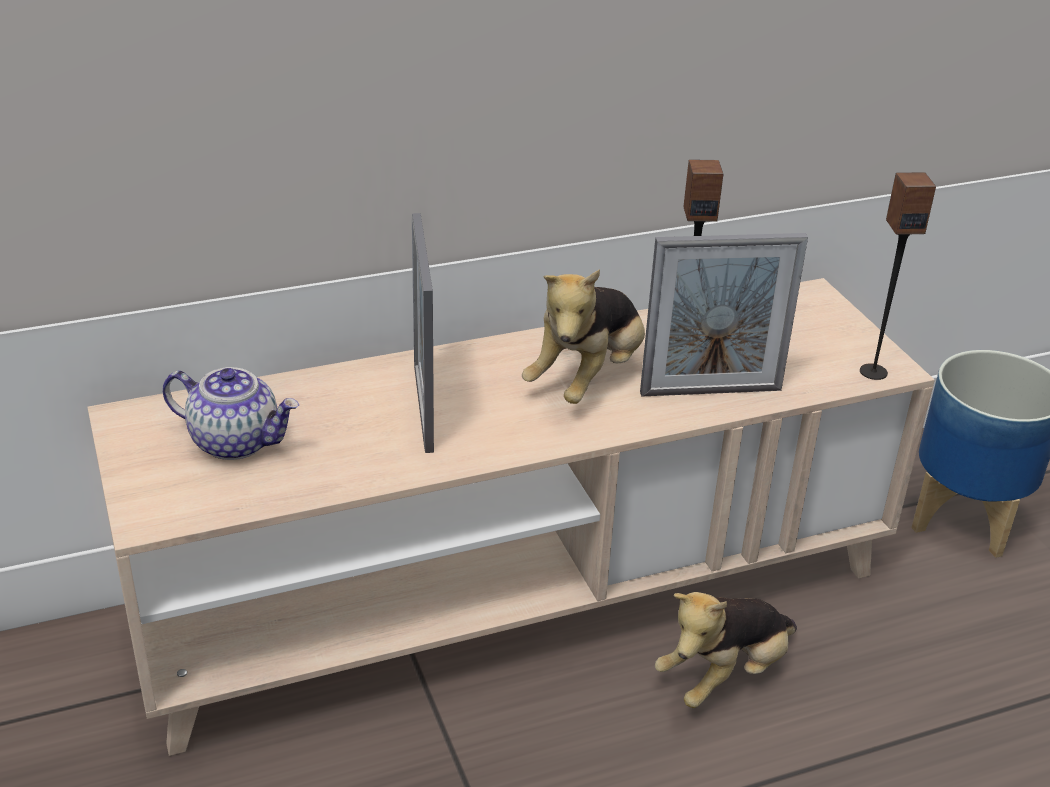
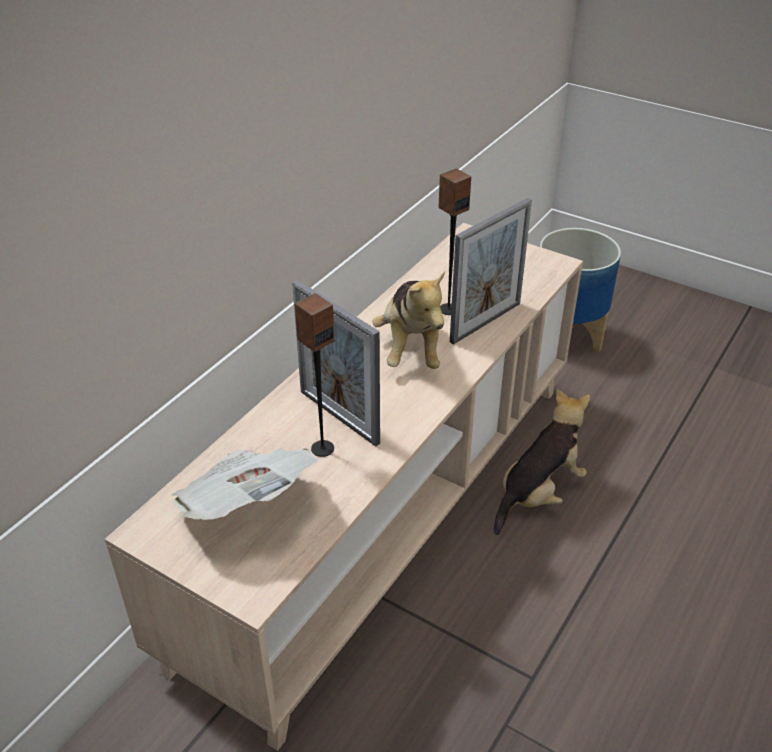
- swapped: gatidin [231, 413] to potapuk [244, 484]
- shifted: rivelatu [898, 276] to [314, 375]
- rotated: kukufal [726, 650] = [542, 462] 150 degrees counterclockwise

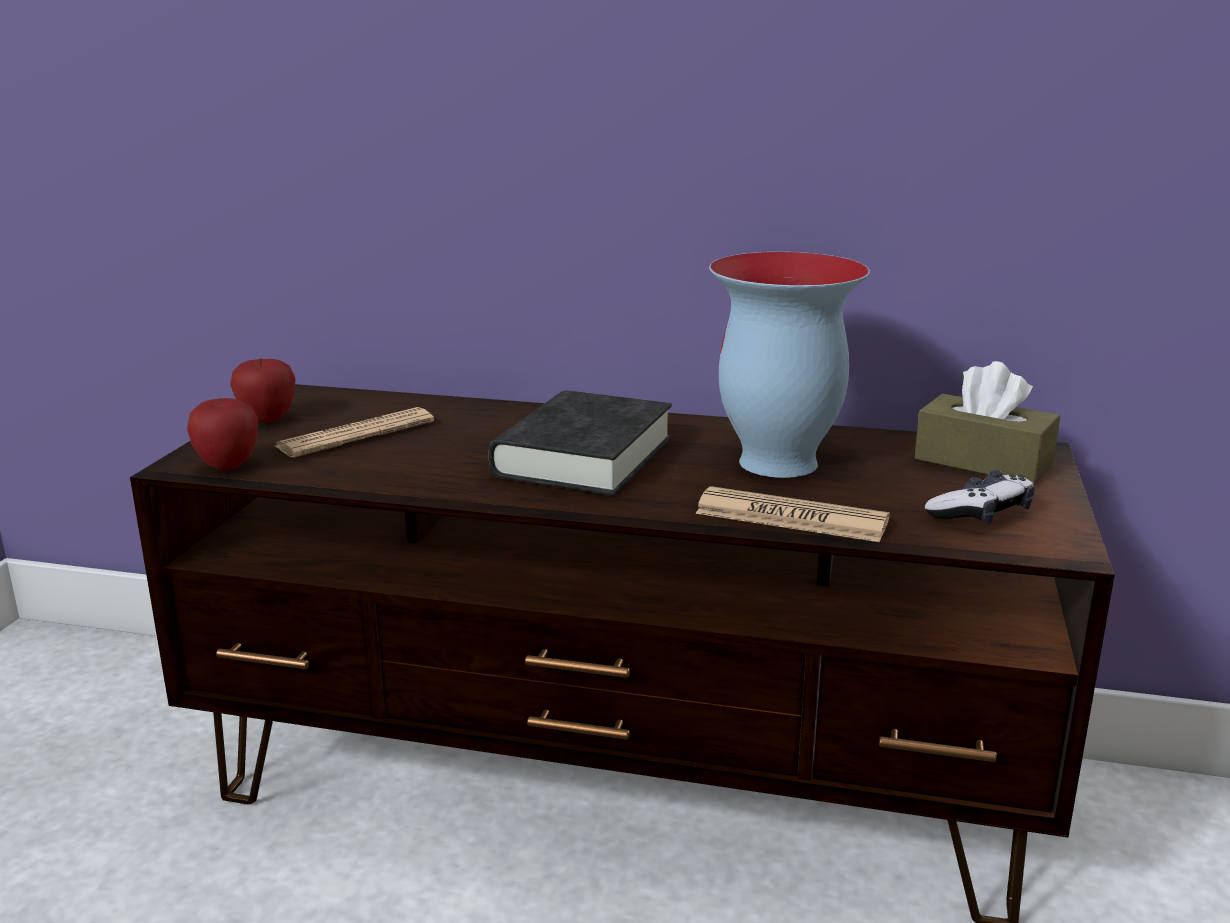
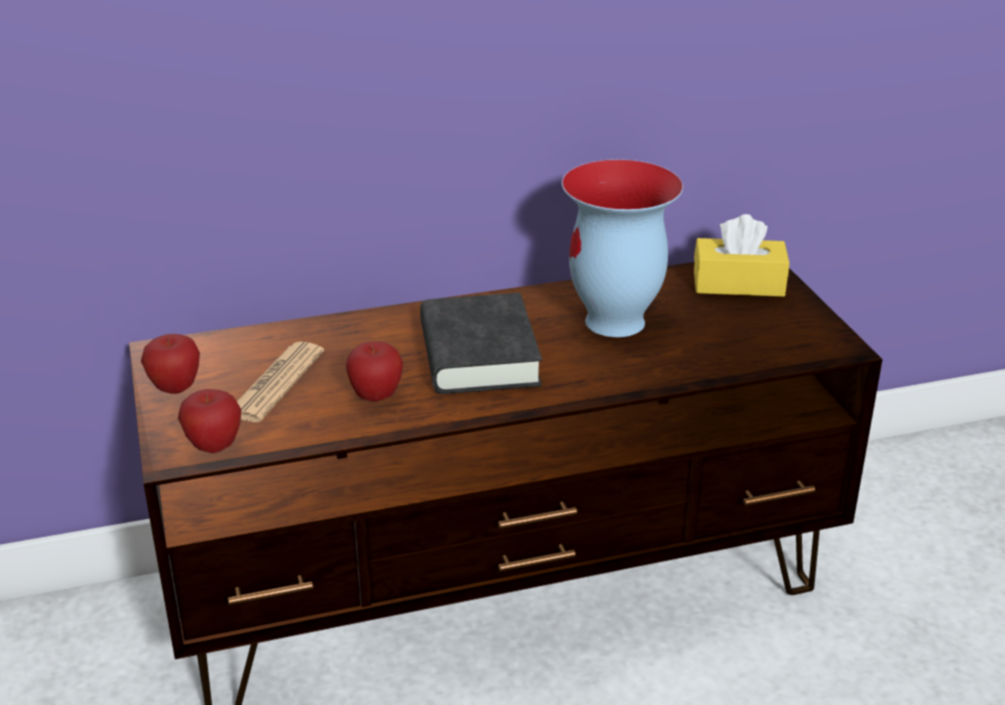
- new: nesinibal [374, 371]
- repainted: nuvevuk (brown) [987, 422] to nuvevuk (yellow) [741, 255]
- gone: potapuk [792, 514]
- gone: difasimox [980, 497]

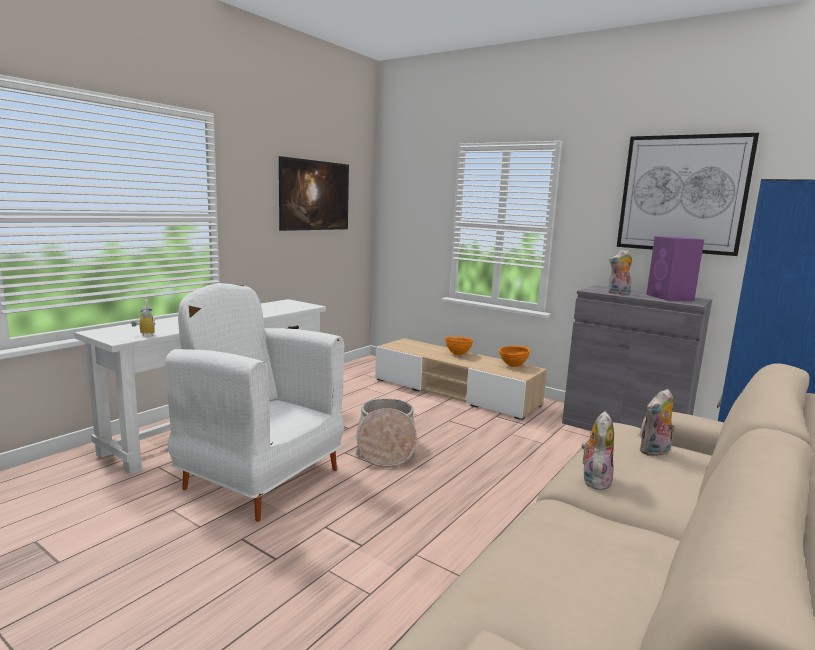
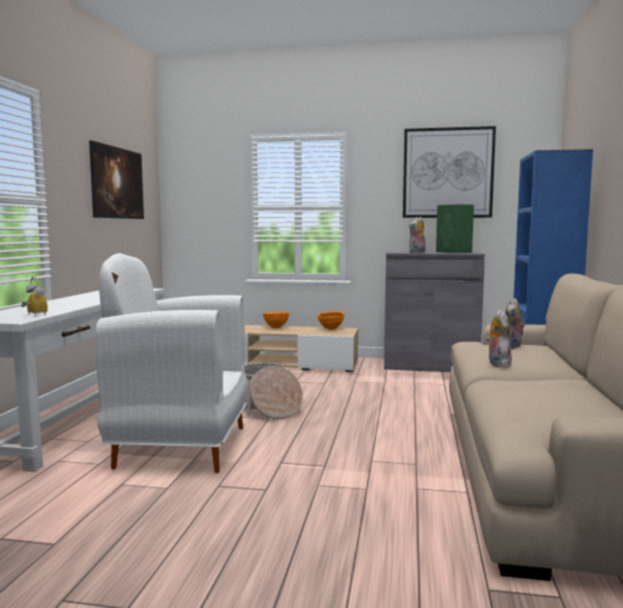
- repainted: rivelatu (purple) [675, 268] to rivelatu (green) [455, 228]

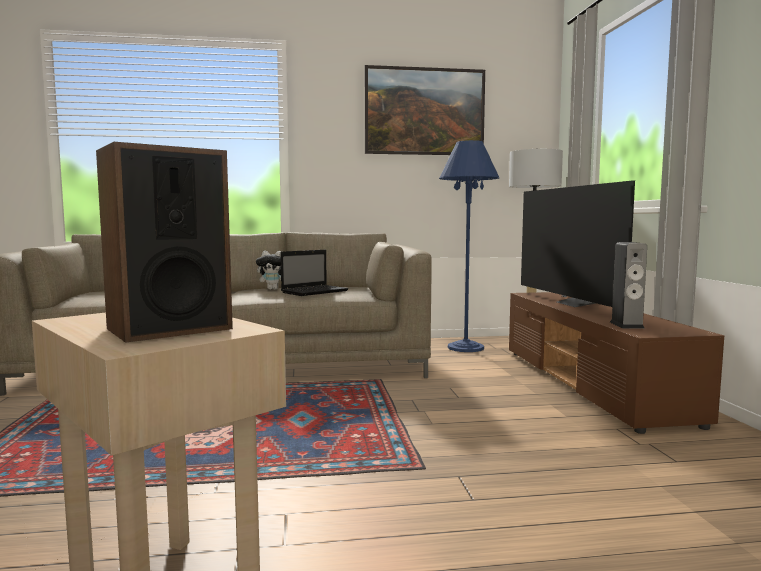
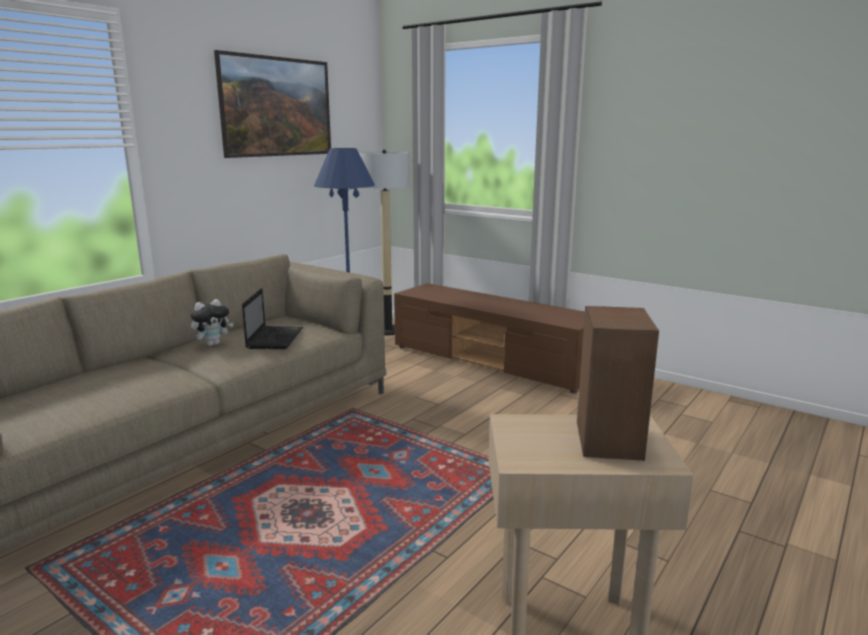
- gone: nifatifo [578, 243]
- gone: rivelatu [628, 285]

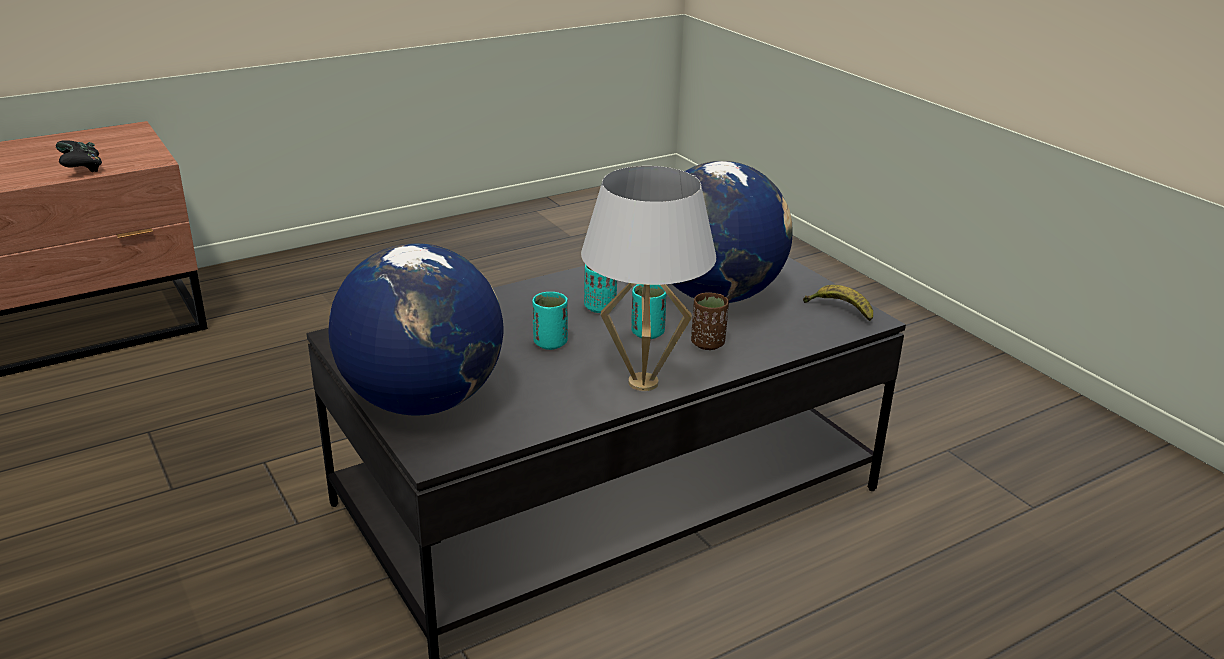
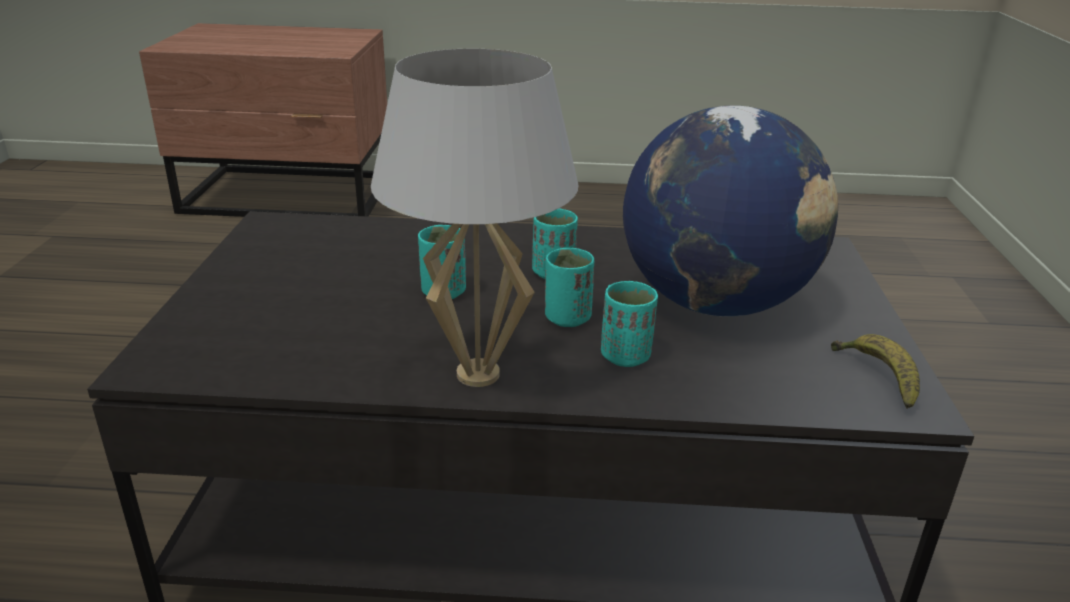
- repainted: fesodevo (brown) [710, 321] to fesodevo (turquoise) [629, 323]
- gone: difasimox (black) [79, 156]
- gone: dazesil [416, 329]

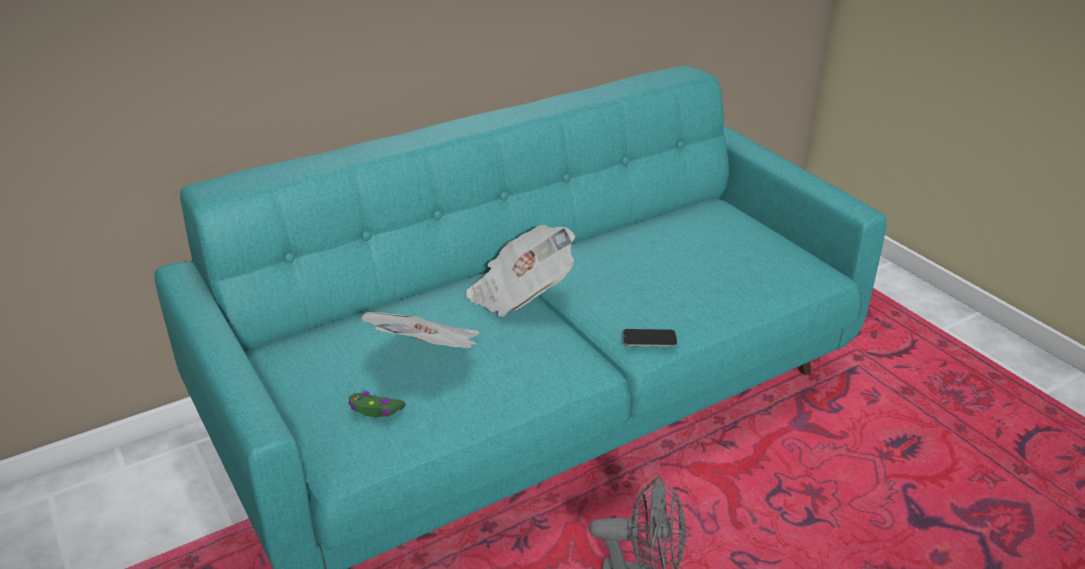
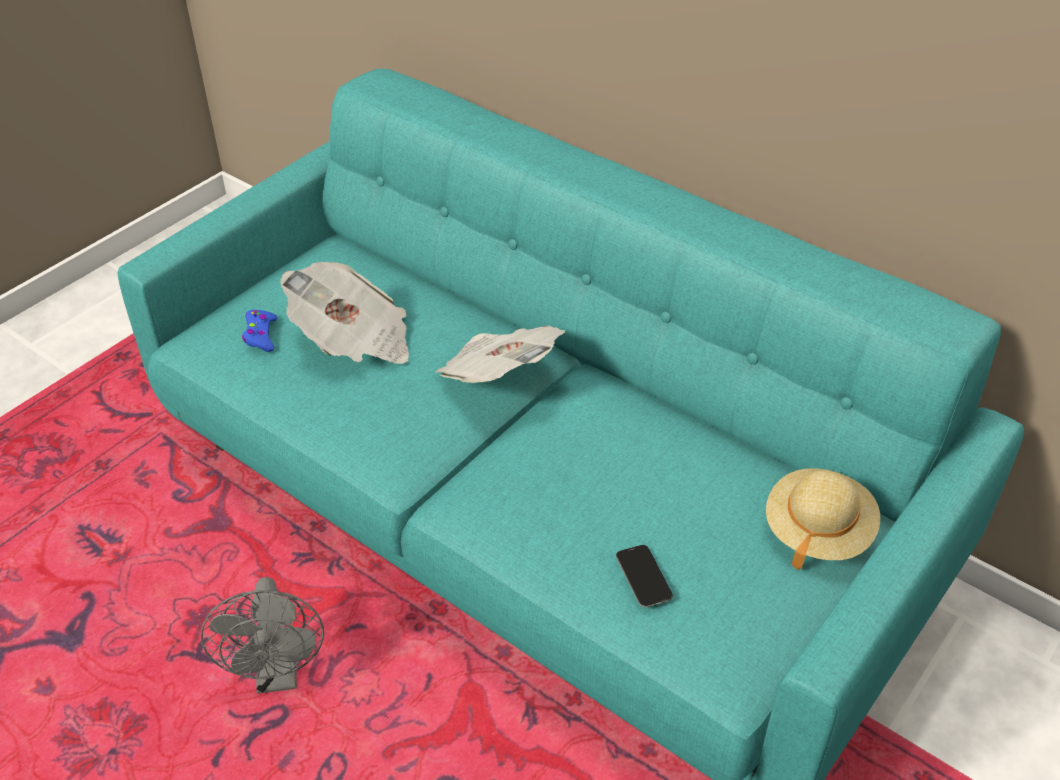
- repainted: difasimox (green) [377, 405] to difasimox (blue) [260, 331]
- shifted: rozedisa [650, 338] to [644, 576]
- new: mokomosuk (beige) [823, 519]

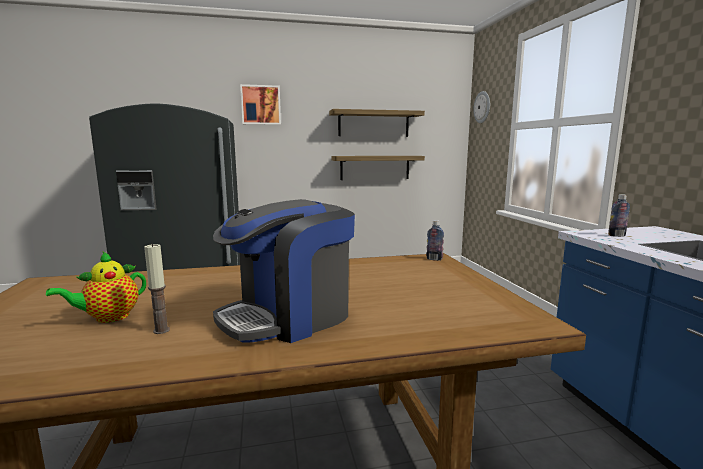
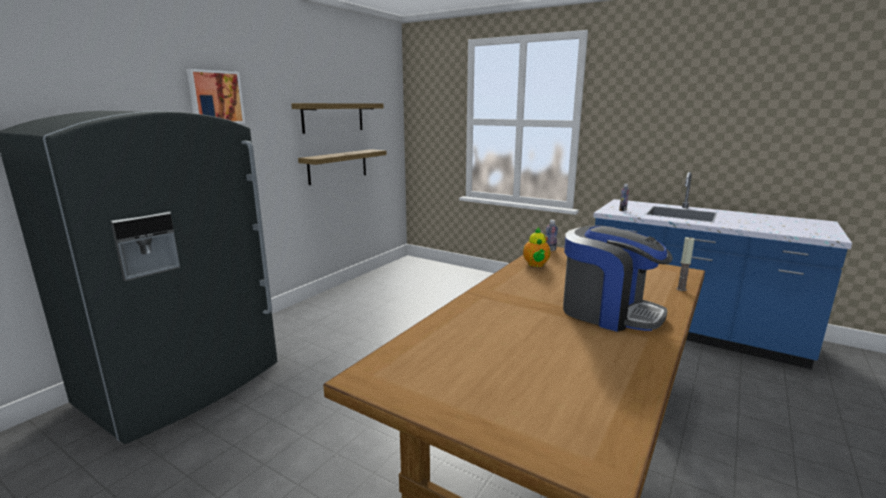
- shifted: gatidin [96, 287] to [537, 247]
- rotated: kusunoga [284, 271] = [618, 278] 60 degrees counterclockwise
- shifted: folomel [157, 288] to [685, 264]
- gone: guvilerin [481, 107]

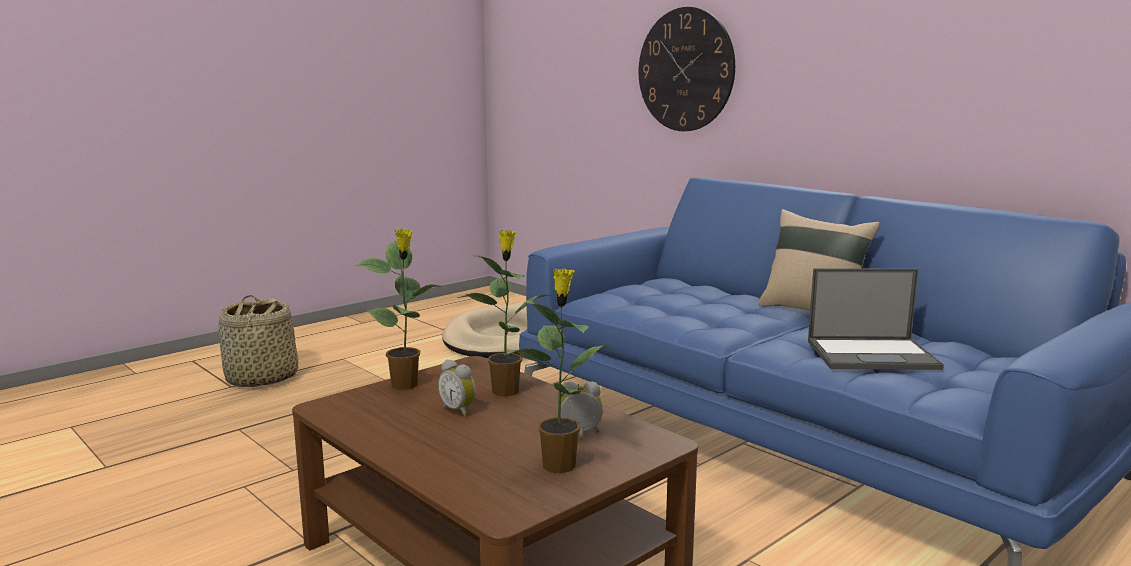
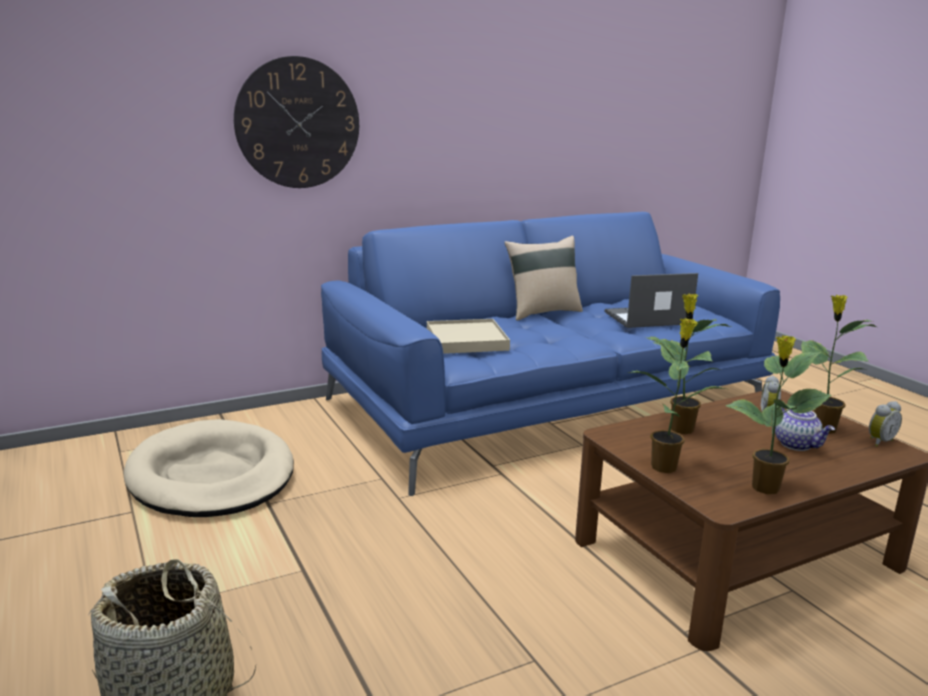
- new: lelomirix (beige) [468, 336]
- rotated: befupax [876, 319] = [651, 300] 120 degrees counterclockwise
- new: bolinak [778, 414]
- new: gatidin [804, 427]
- shifted: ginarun [457, 388] to [885, 424]

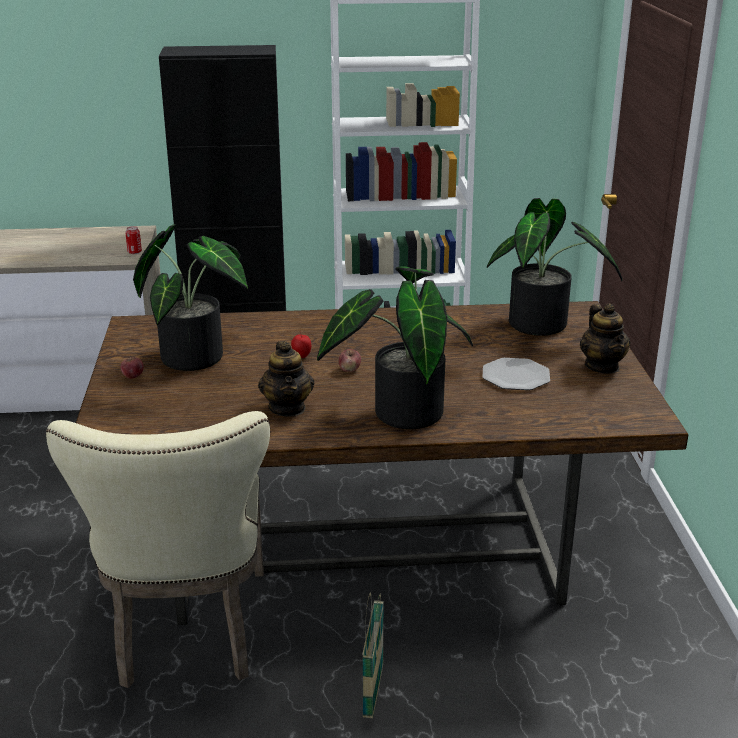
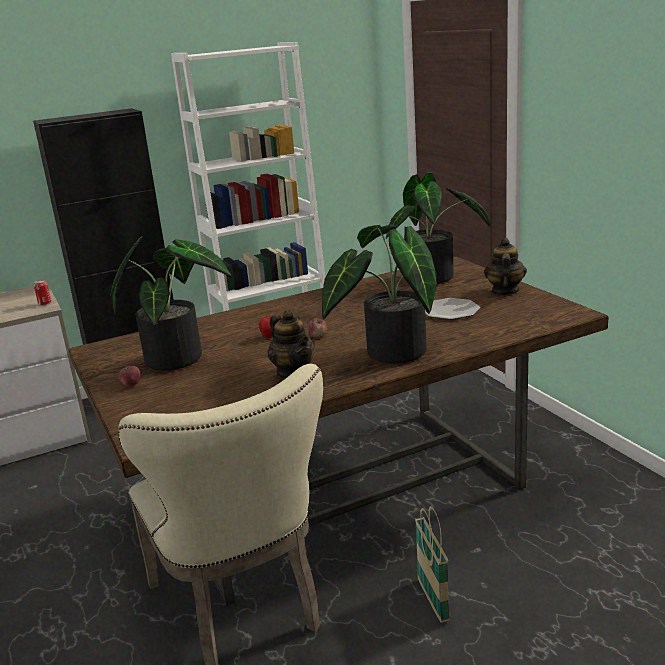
- rotated: gatidin [605, 338] = [505, 266] 135 degrees counterclockwise

